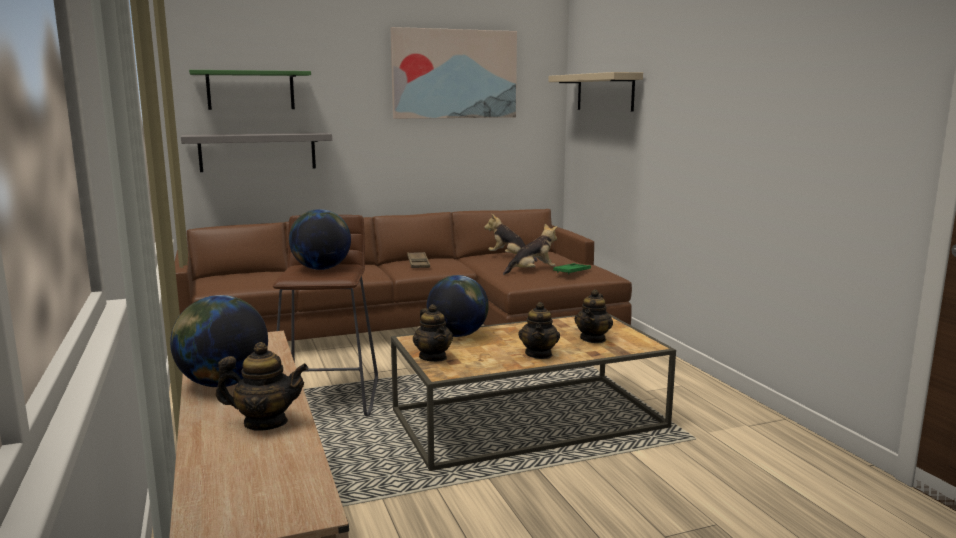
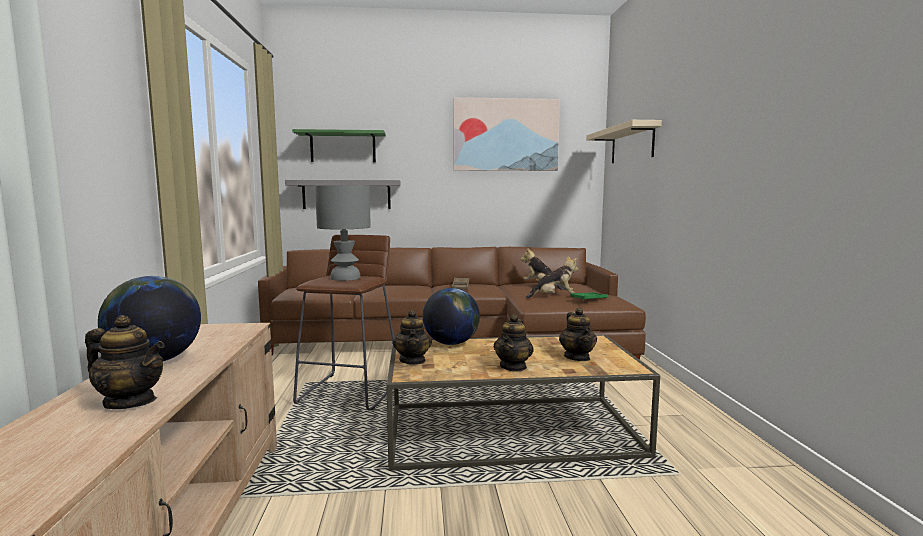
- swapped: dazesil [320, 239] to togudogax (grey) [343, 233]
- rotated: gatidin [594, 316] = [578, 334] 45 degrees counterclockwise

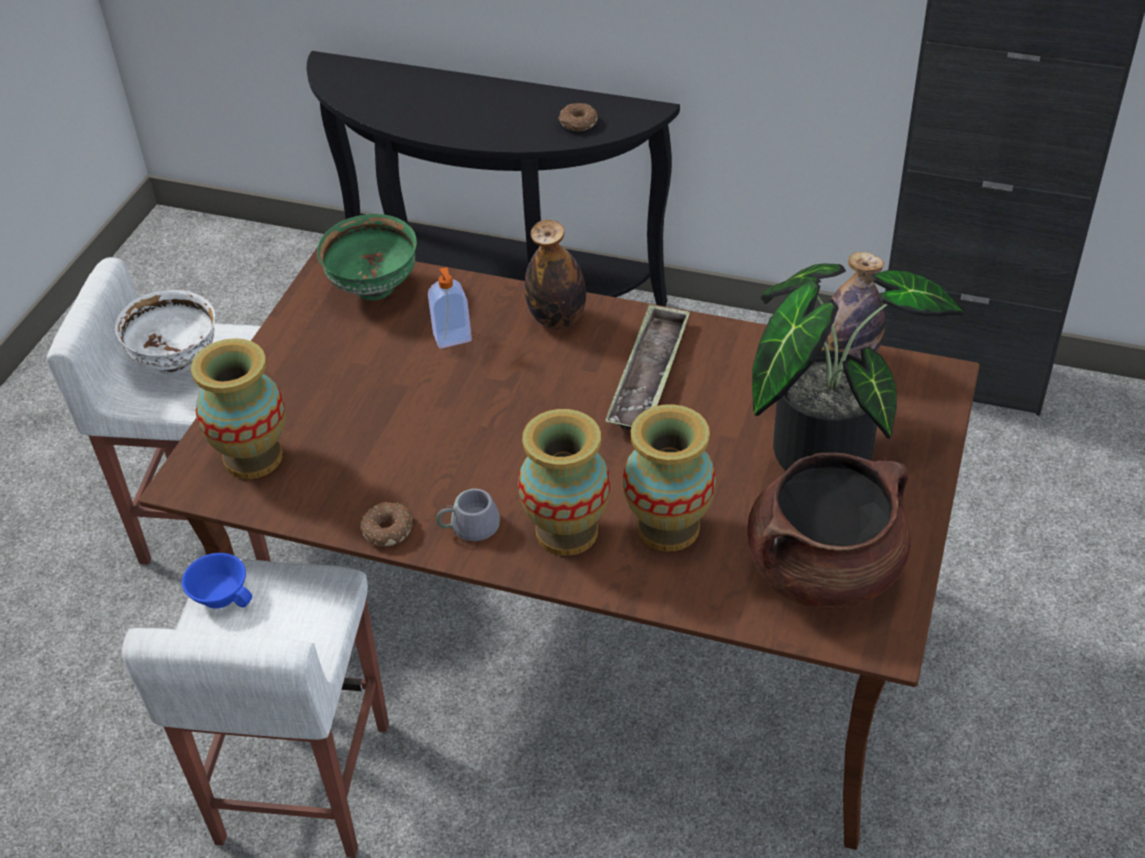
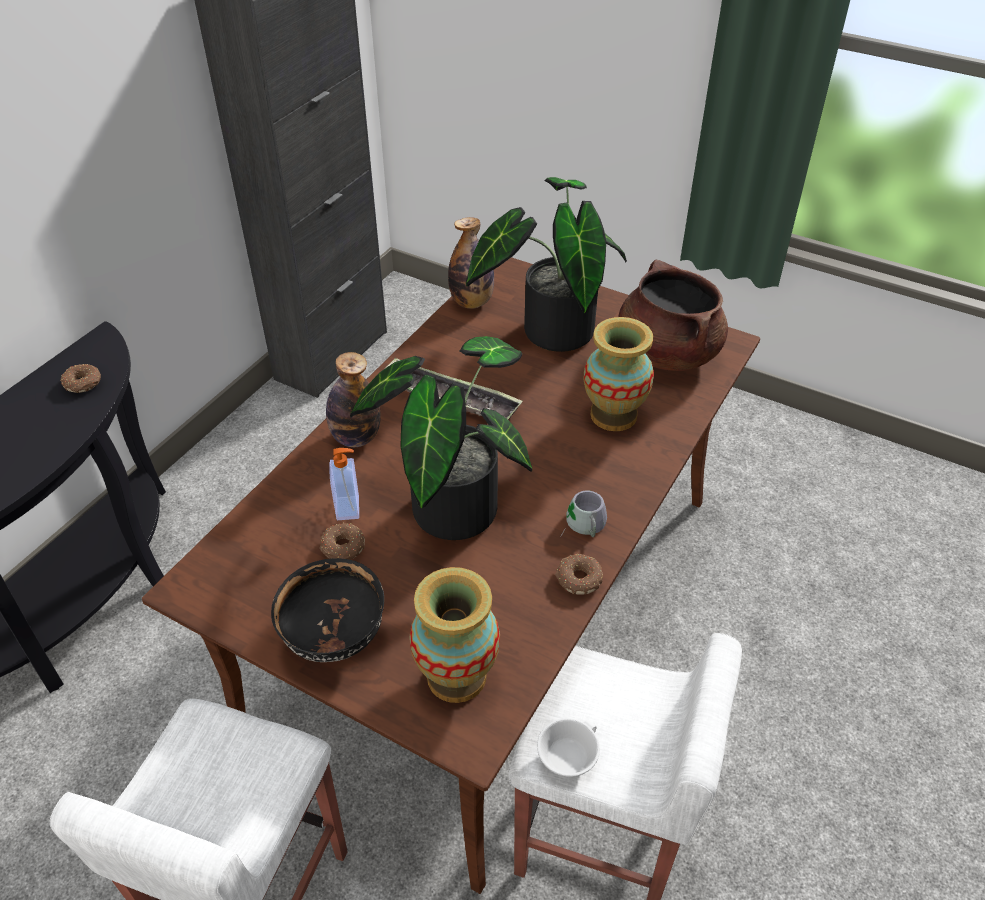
- new: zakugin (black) [327, 610]
- new: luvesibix [342, 541]
- new: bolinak [441, 438]
- repainted: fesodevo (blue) [217, 581] to fesodevo (white) [568, 747]
- gone: zakugin (white) [165, 332]
- gone: zakugin (green) [367, 257]
- gone: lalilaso [564, 482]

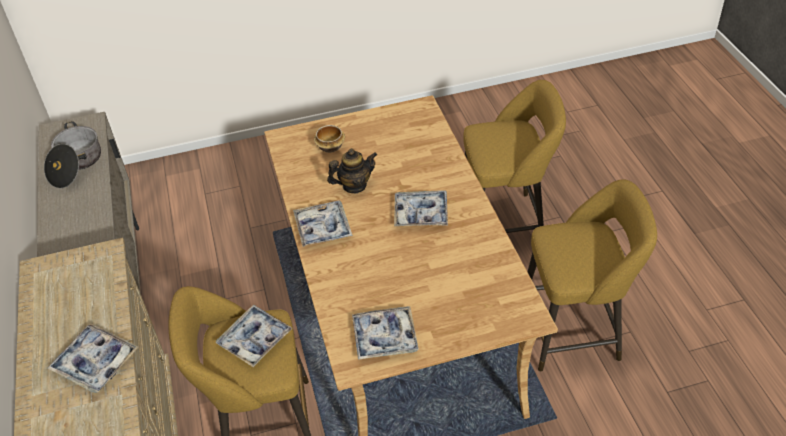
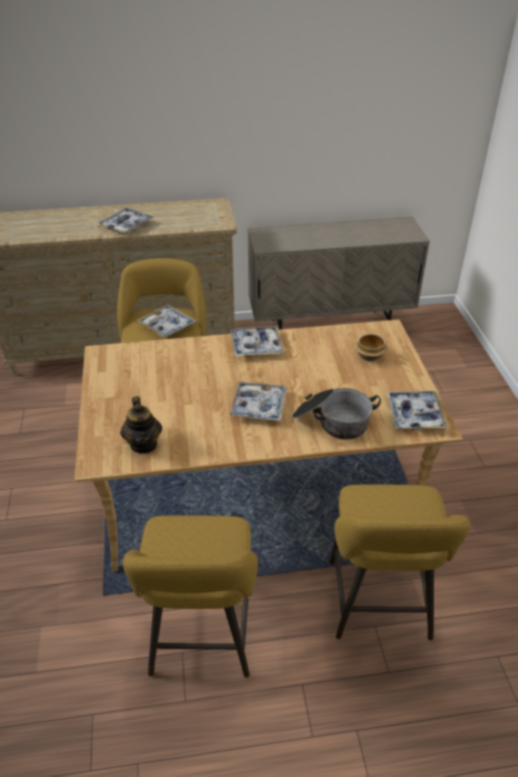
- shifted: gatidin [352, 171] to [141, 425]
- shifted: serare [72, 154] to [336, 413]
- shifted: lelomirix [385, 333] to [417, 411]

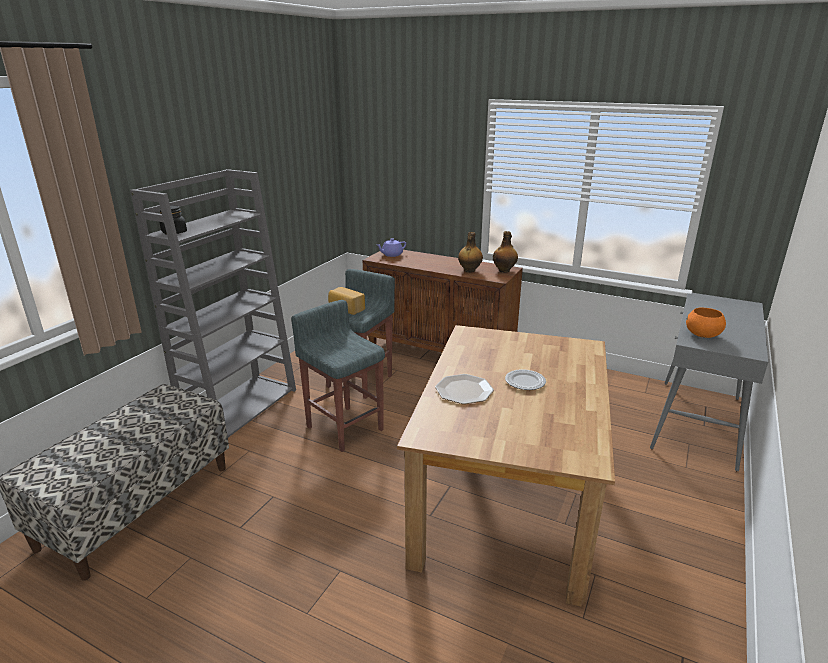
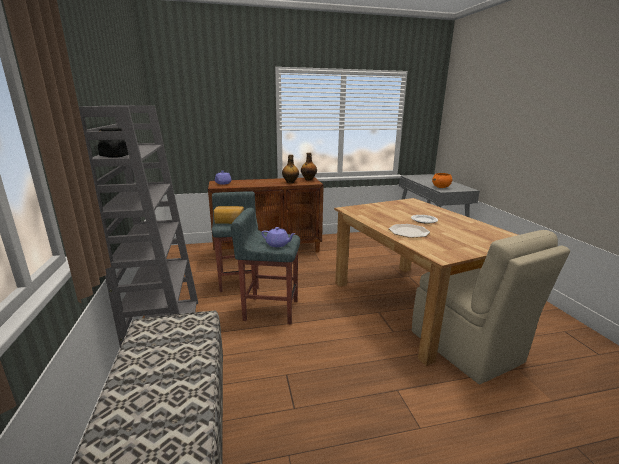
- new: gatidin (purple) [278, 237]
- new: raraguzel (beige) [491, 307]

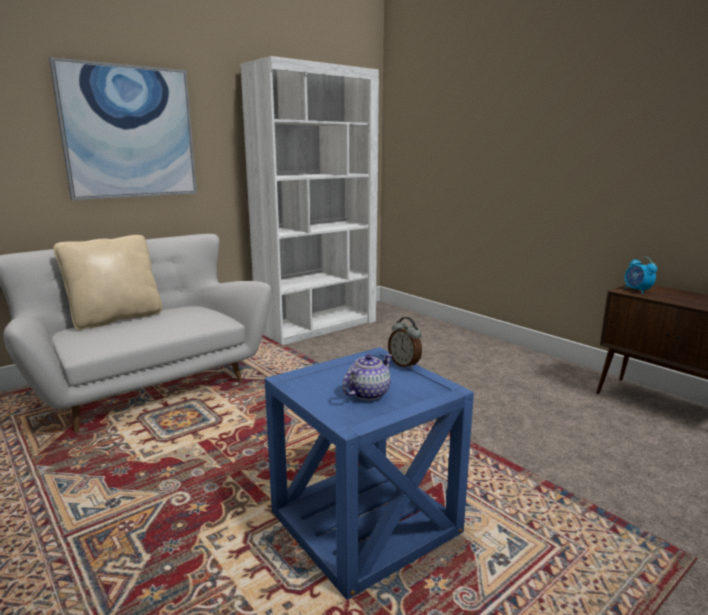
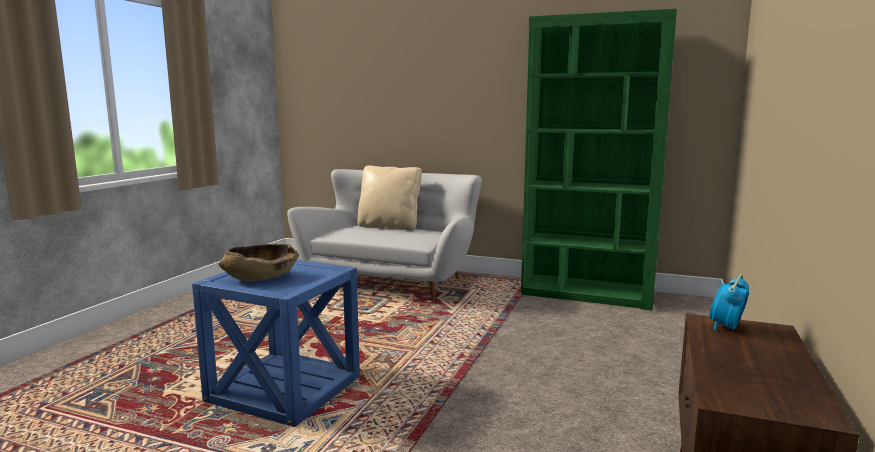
- swapped: gatidin [367, 377] to zakugin (brown) [259, 262]
- repainted: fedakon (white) [309, 200] to fedakon (green) [599, 160]
- gone: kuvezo [123, 128]
- gone: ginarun [405, 343]

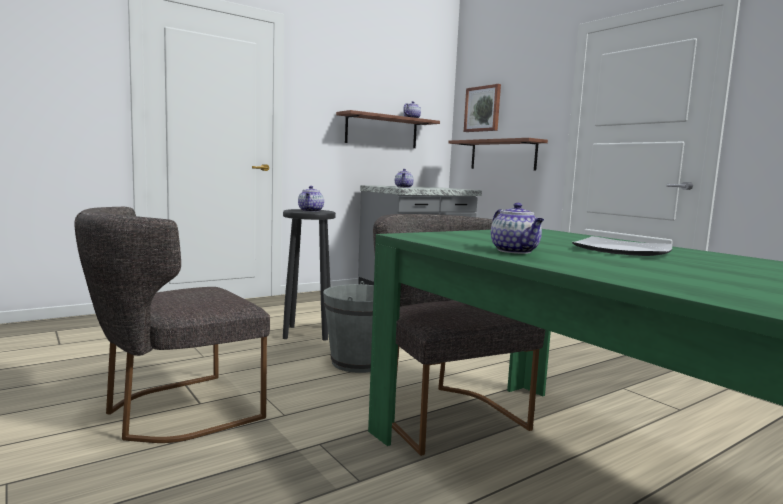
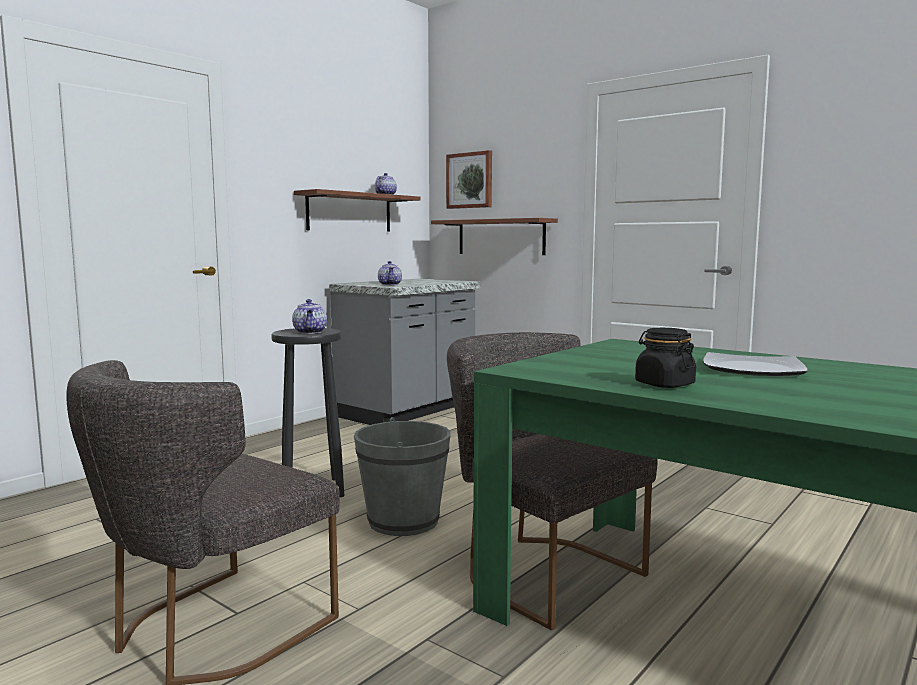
- swapped: gatidin [517, 228] to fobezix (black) [665, 358]

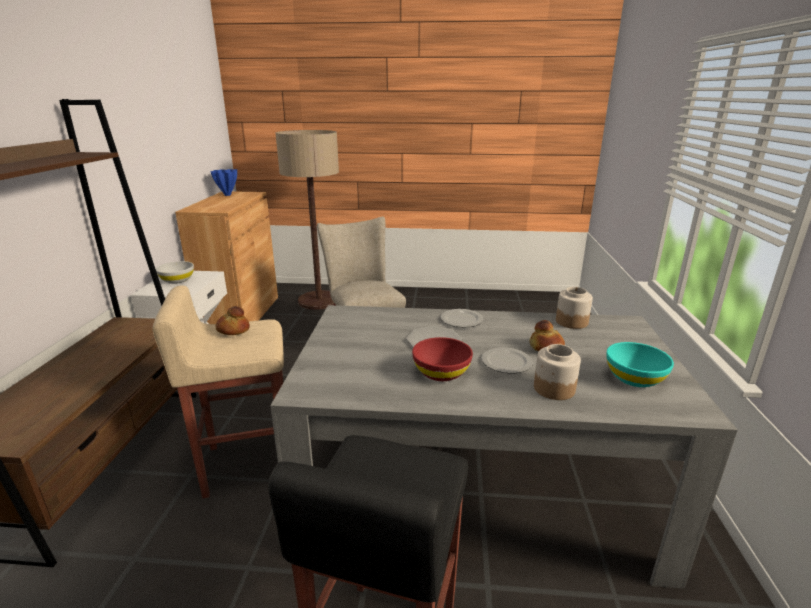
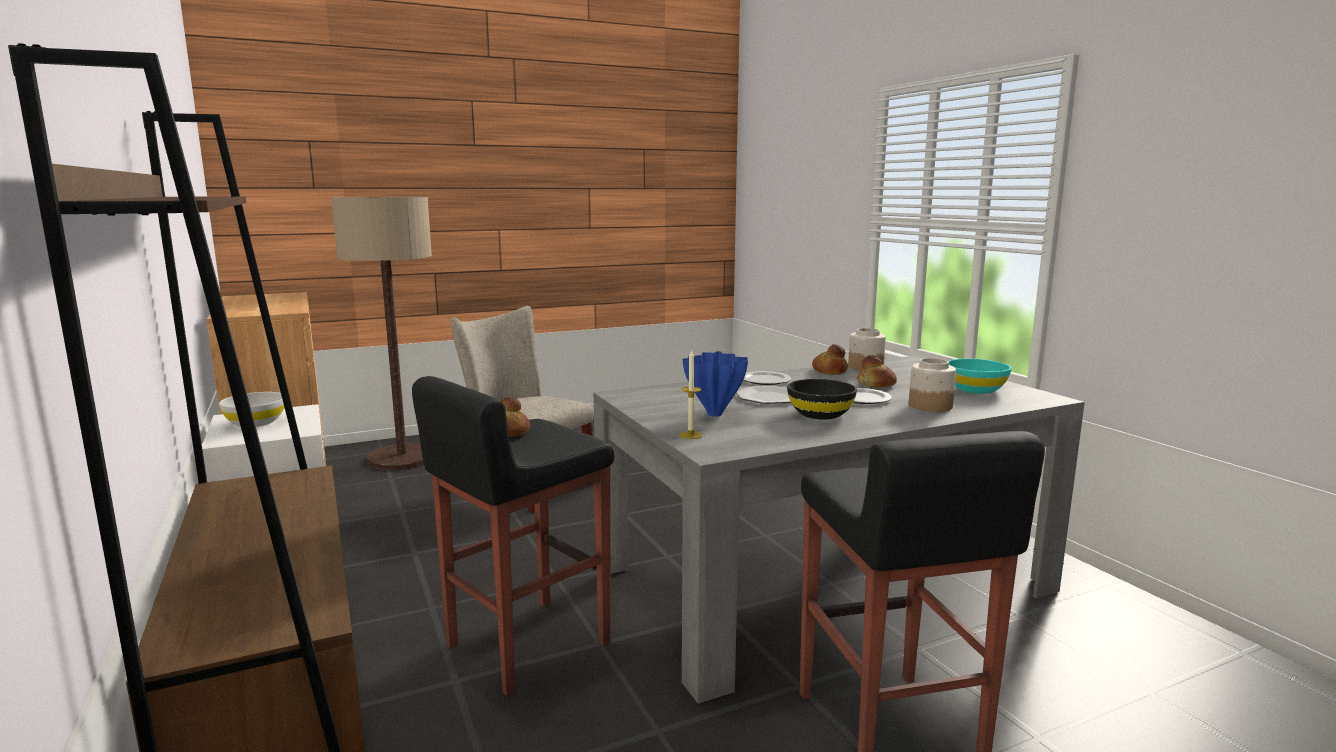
- repainted: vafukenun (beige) [218, 391] to vafukenun (black) [513, 536]
- new: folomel [691, 394]
- shifted: lalilaso (blue) [223, 182] to [715, 384]
- repainted: zakugin (red) [442, 359] to zakugin (black) [822, 399]
- new: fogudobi [830, 359]

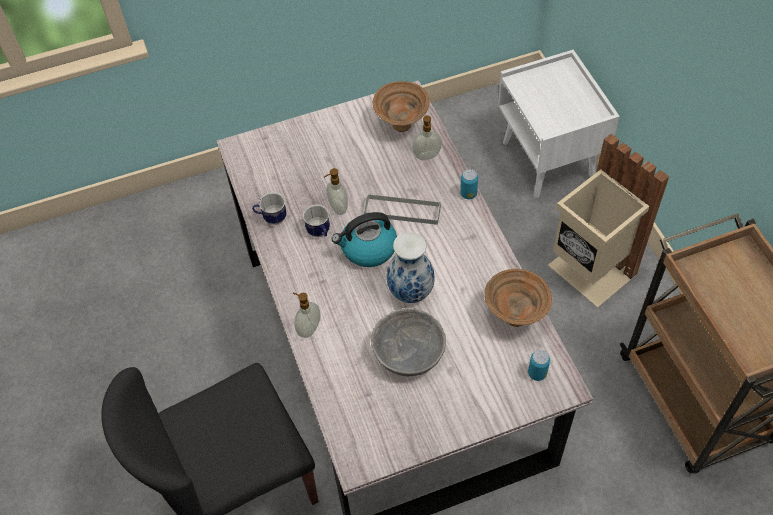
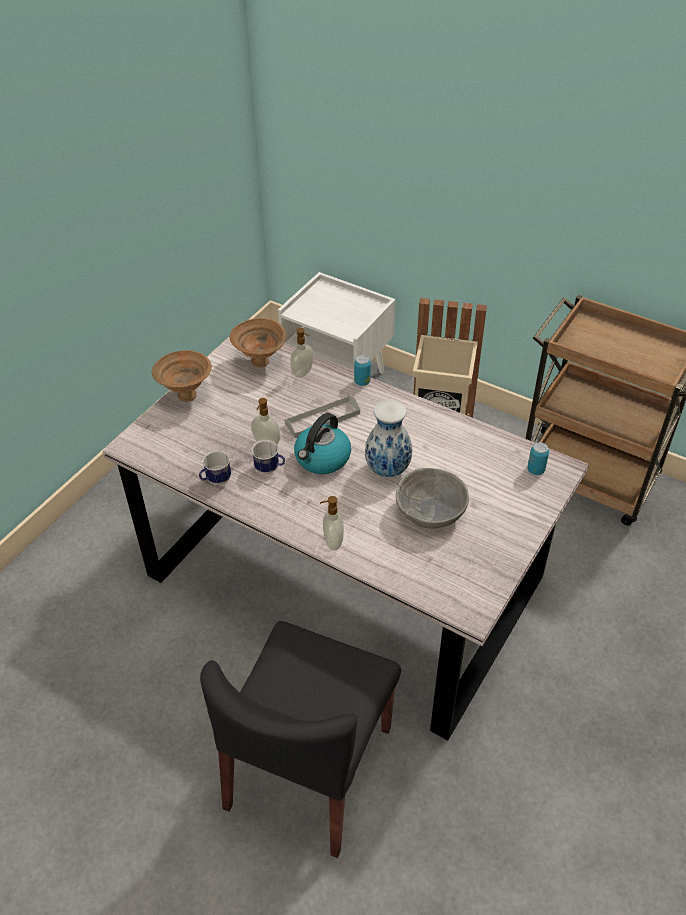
- shifted: zakugin (brown) [518, 298] to [181, 376]

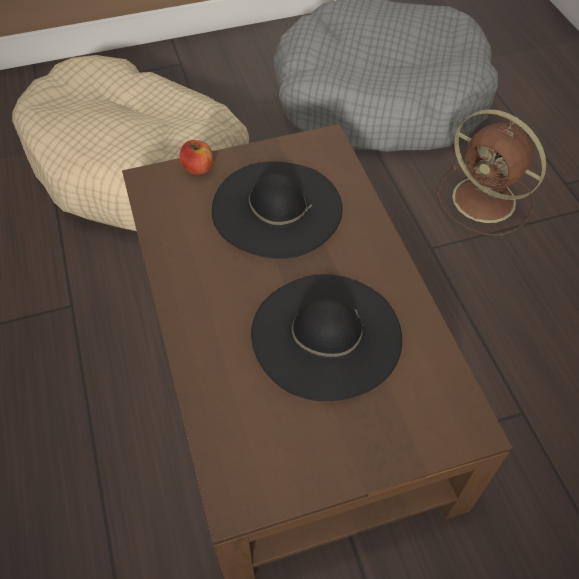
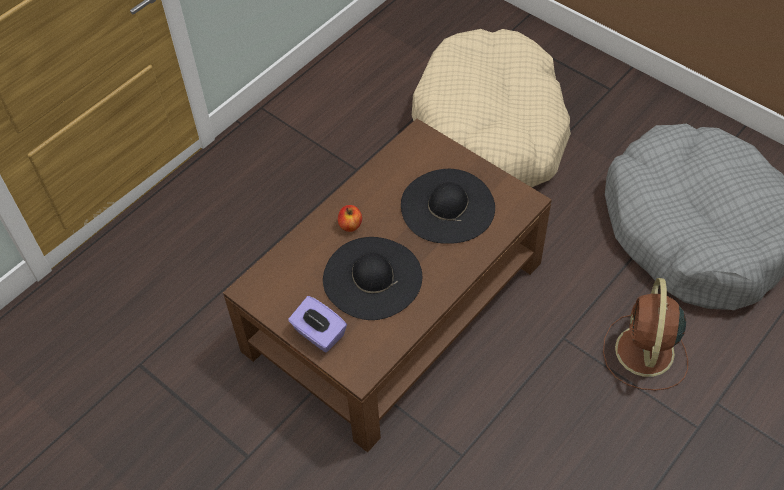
- new: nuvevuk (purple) [317, 324]
- shifted: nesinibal [196, 157] to [350, 218]

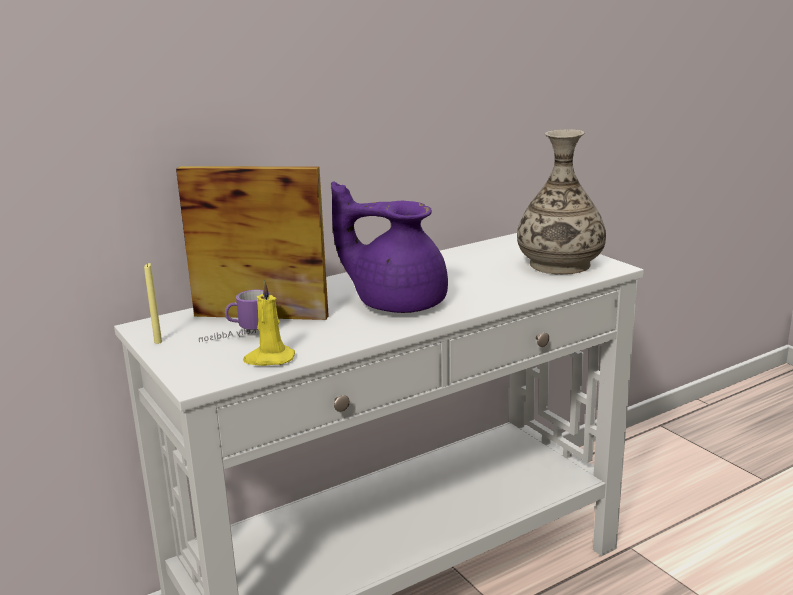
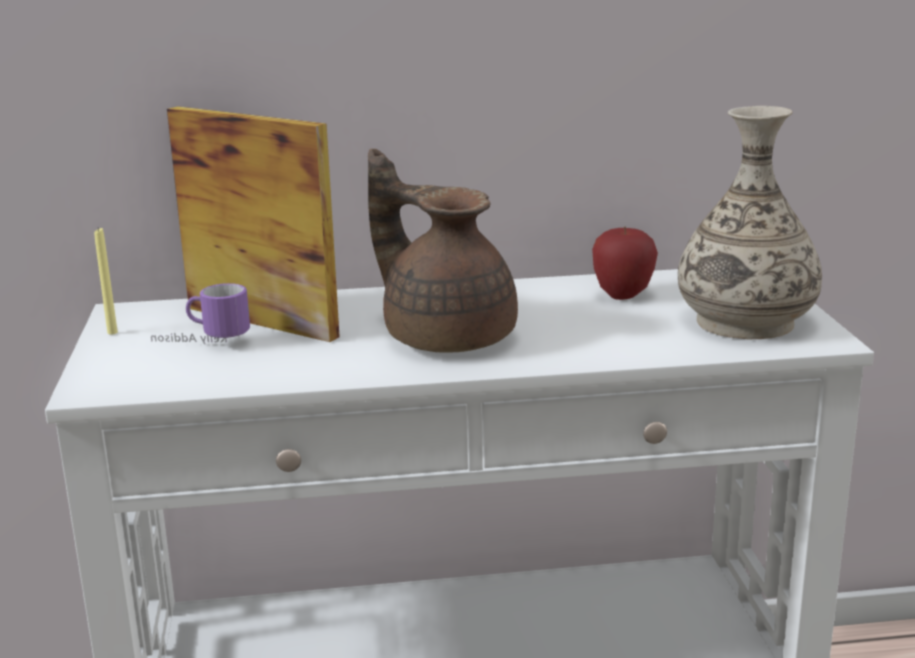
- repainted: gatidin (purple) [389, 247] to gatidin (brown) [443, 251]
- new: nesinibal [625, 263]
- gone: folomel (yellow) [269, 323]

